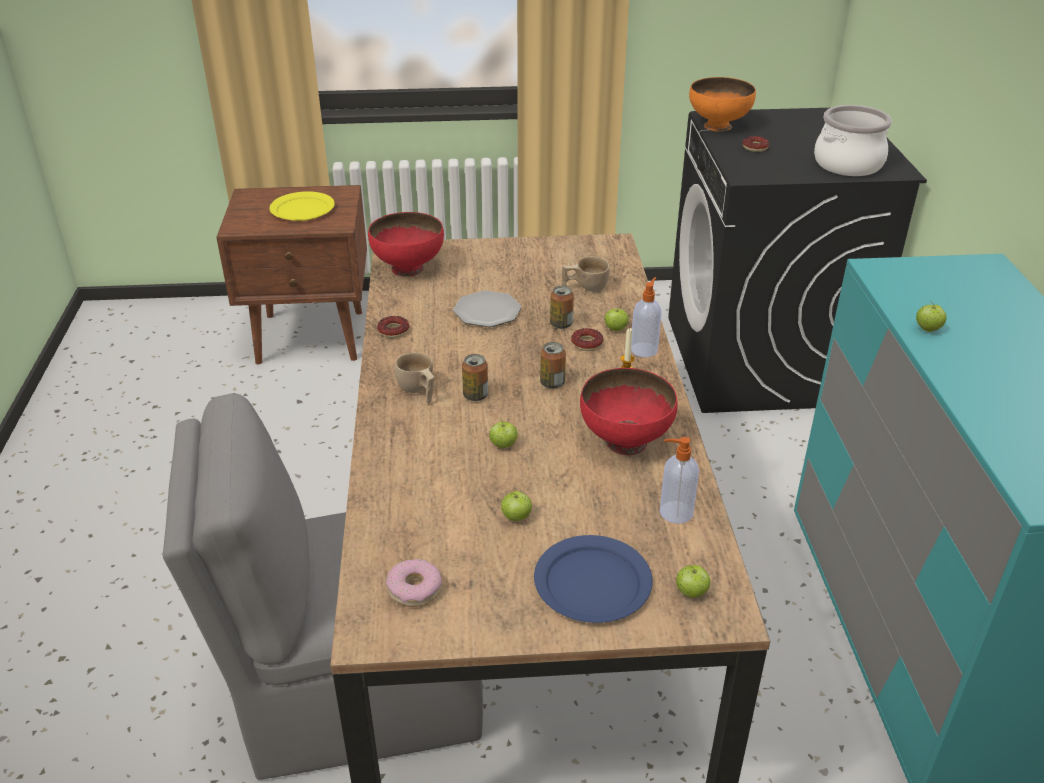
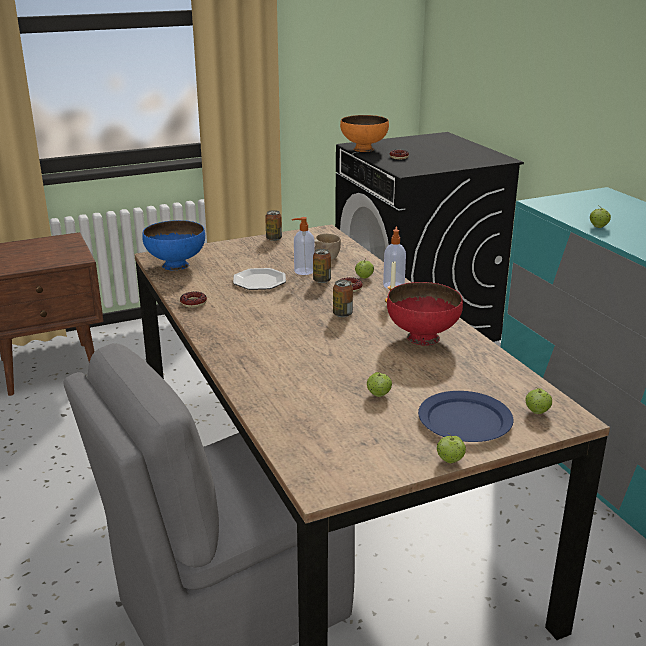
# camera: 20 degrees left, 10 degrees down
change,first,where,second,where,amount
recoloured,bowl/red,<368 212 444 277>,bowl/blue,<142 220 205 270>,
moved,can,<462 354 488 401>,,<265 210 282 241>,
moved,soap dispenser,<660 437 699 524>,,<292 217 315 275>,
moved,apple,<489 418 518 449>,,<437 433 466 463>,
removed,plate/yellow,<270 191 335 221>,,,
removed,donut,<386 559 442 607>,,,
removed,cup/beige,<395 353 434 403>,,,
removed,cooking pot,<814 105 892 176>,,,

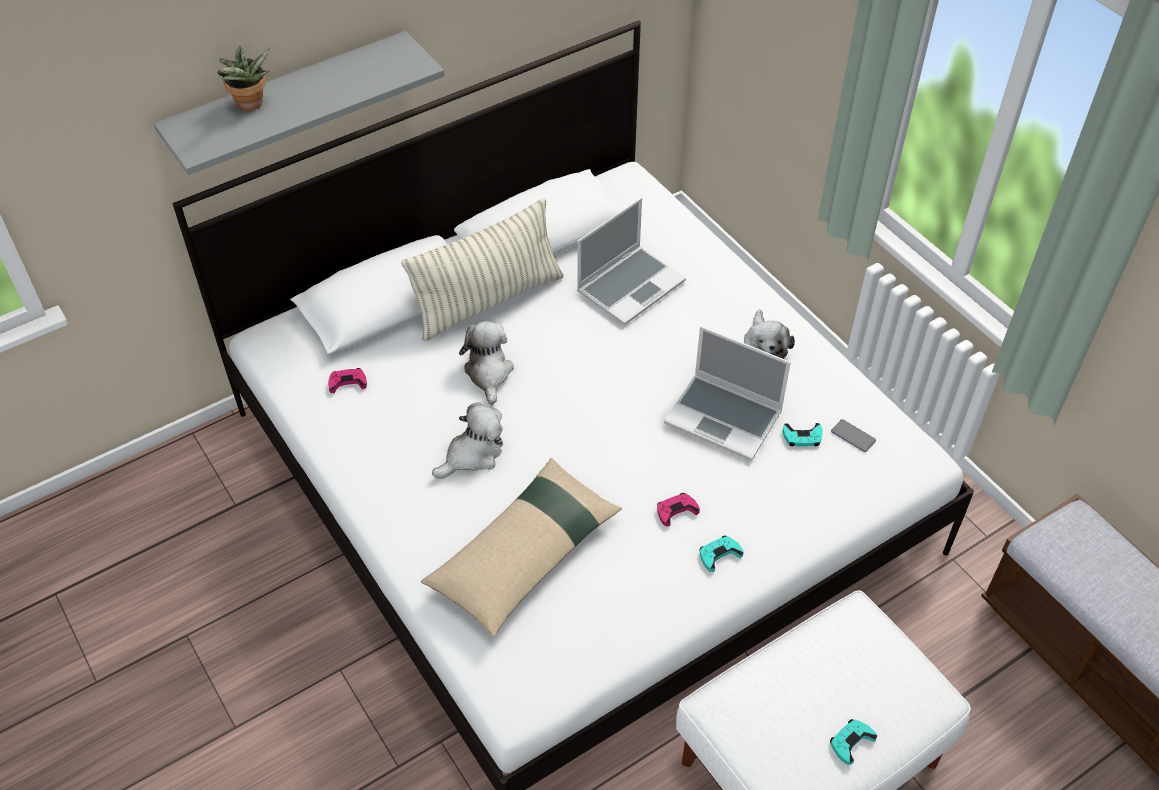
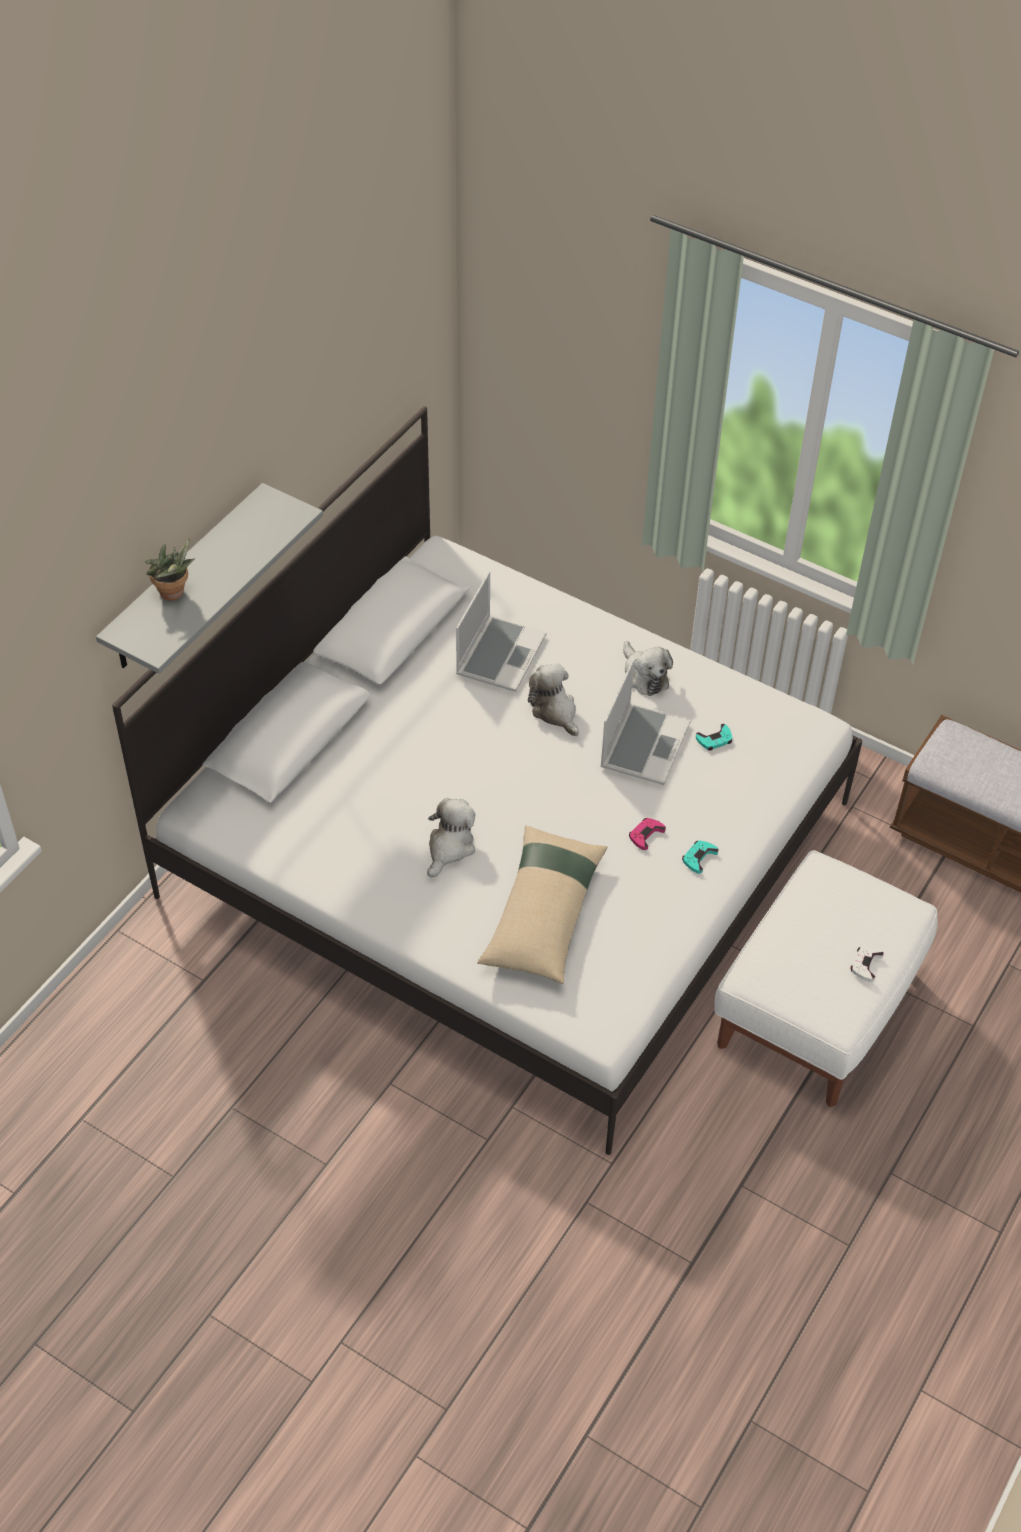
# camera: 25 degrees left, 0 degrees up
change,first,where,second,where,amount
moved,plush toy,<459 321 514 405>,,<528 663 579 736>,
turned,laptop,<664 326 791 461>,,<600 659 691 785>,75 degrees counterclockwise
recoloured,game controller/turquoise,<830 719 877 765>,game controller/white,<851 946 884 982>,
removed,game controller/pink,<328 368 367 393>,,,
removed,pillow,<401 198 564 341>,,,
removed,phone,<831 419 876 452>,,,

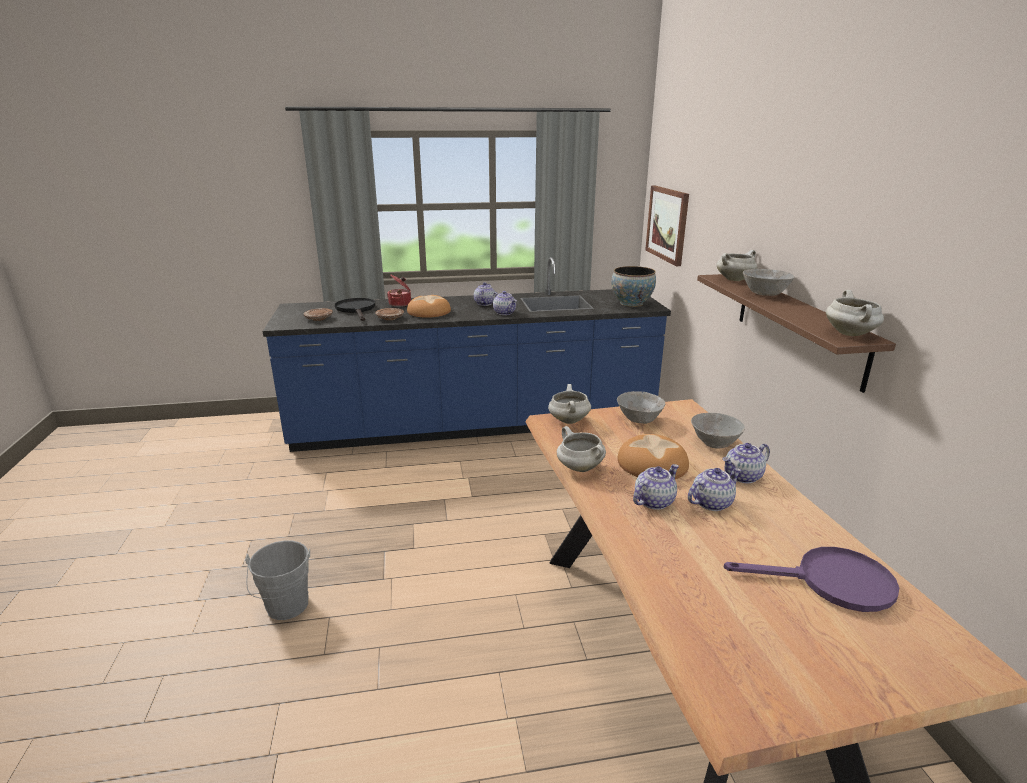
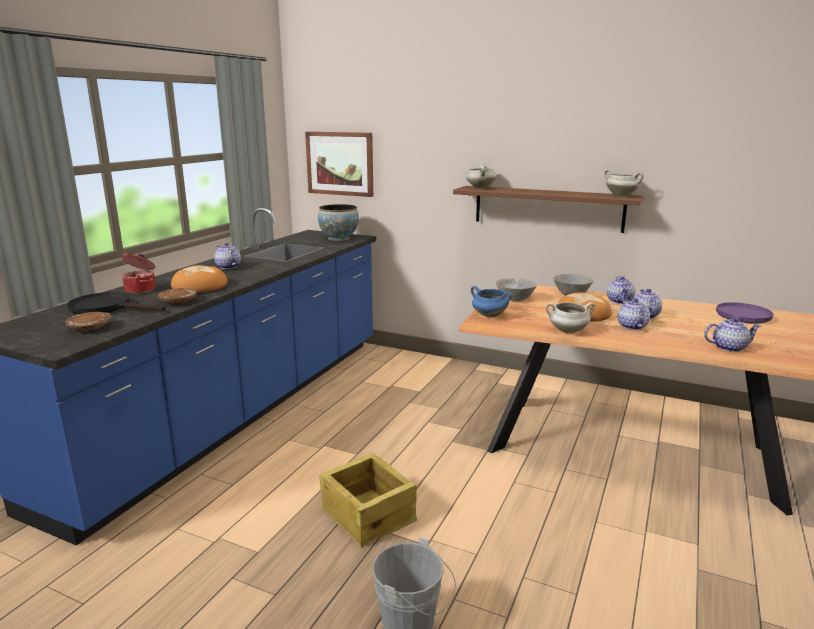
# camera: 55 degrees left, 5 degrees down
change,first,where,second,where,amount
added,,,crate,<320 453 417 547>,
recoloured,cooking pot/white,<548 384 591 424>,cooking pot/blue,<471 286 512 317>,
moved,teapot,<493 291 517 315>,,<704 317 761 352>,
removed,bowl/grey,<743 269 795 296>,,,

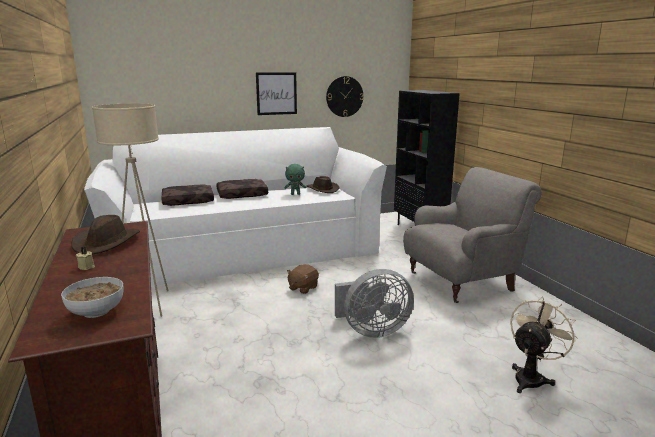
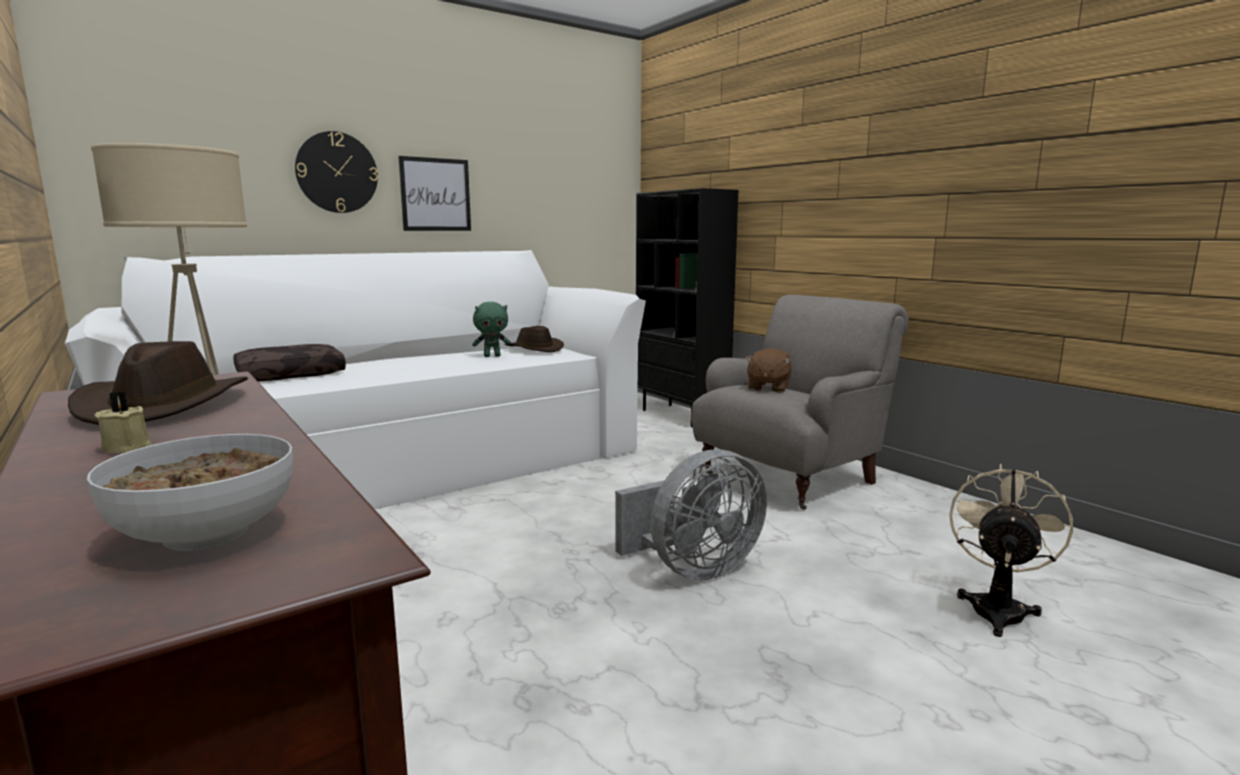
# camera: 15 degrees left, 5 degrees down
change,first,where,second,where,amount
moved,wall clock,<326 76 364 117>,,<295 131 378 213>,
moved,plush toy/brown,<287 264 319 294>,,<745 348 792 393>,
removed,pillow/brown,<216 179 268 199>,,,

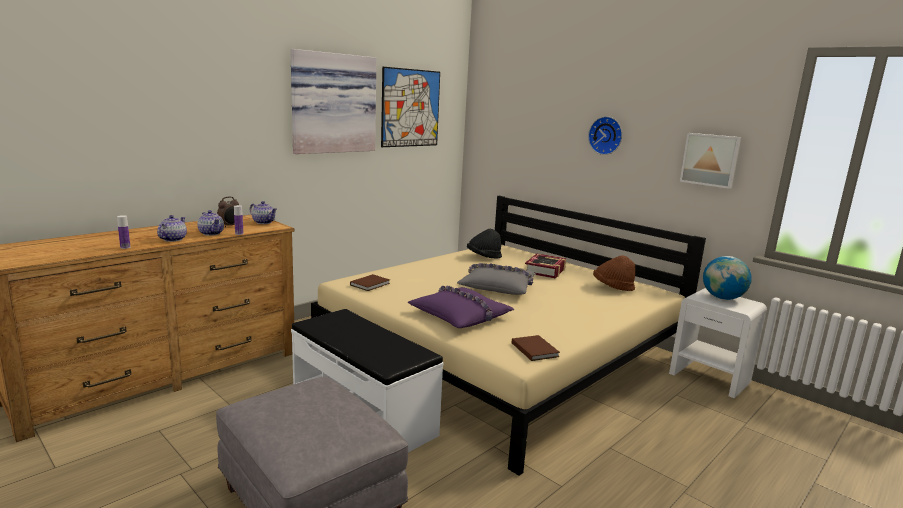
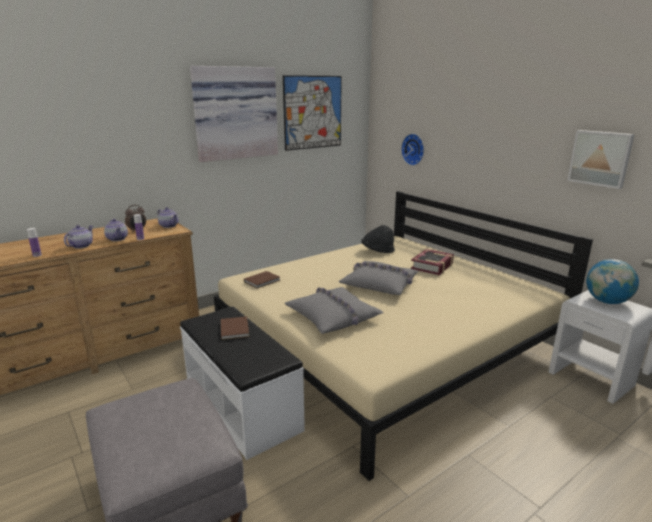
# camera: 10 degrees right, 5 degrees up
change,first,where,second,where,amount
moved,book/brown,<512 335 560 361>,,<221 316 249 340>,
recoloured,pillow/purple,<408 286 515 328>,pillow/grey,<285 287 384 334>,
moved,wall clock,<588 116 622 155>,,<401 134 424 166>,
removed,hat/brown,<593 255 635 291>,,,

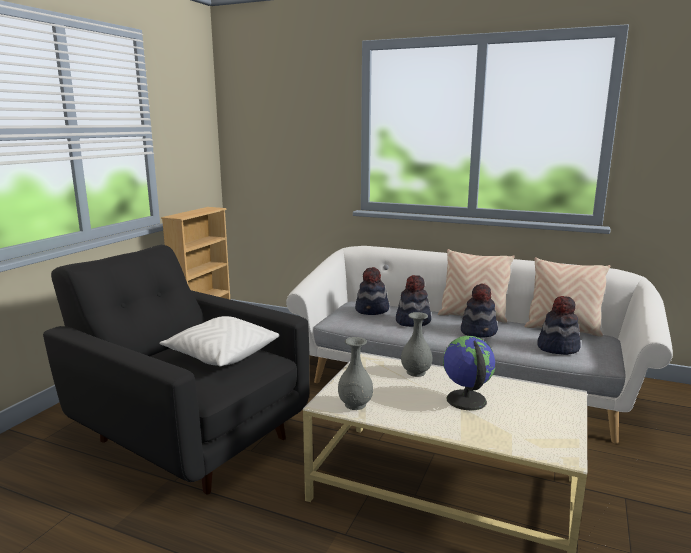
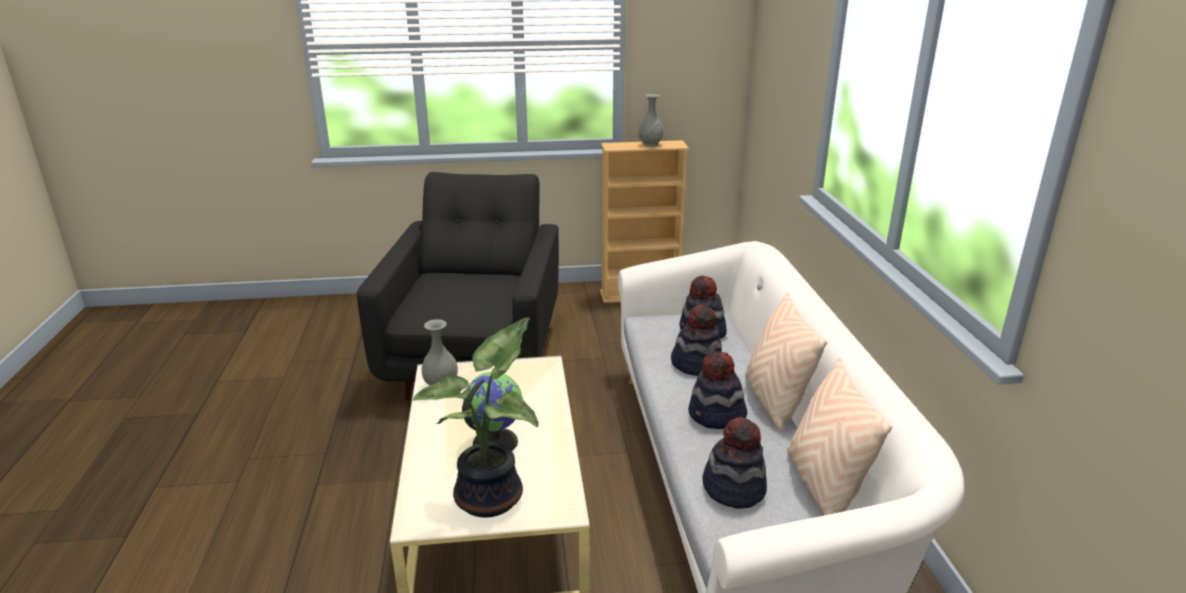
# camera: 60 degrees right, 10 degrees up
change,first,where,second,where,amount
added,,,potted plant,<413 317 538 518>,
moved,vase/grey,<401 312 432 377>,,<639 94 664 147>,
removed,pillow/white,<159 316 280 366>,,,

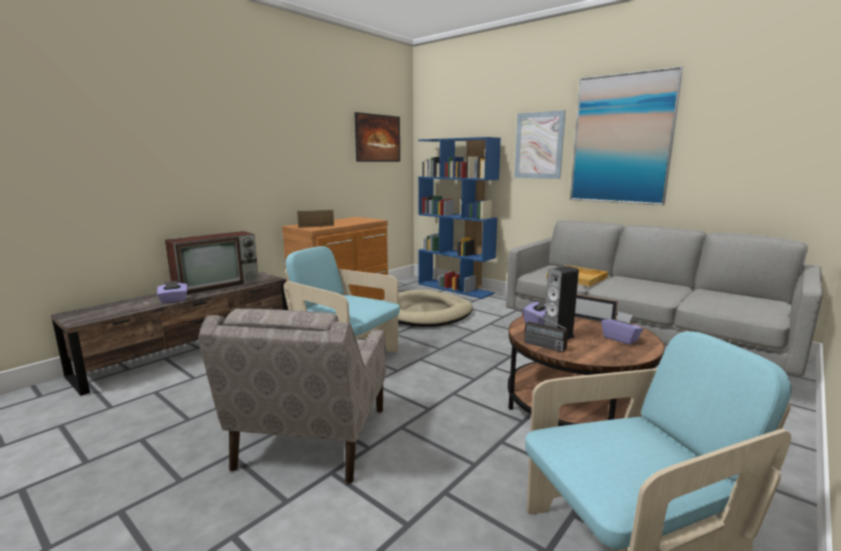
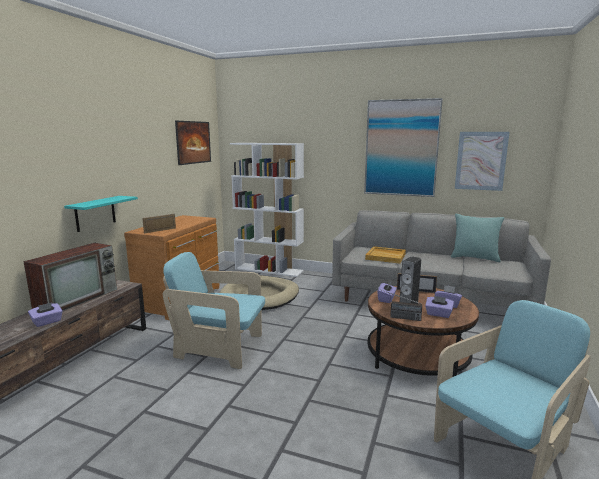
# camera: 20 degrees left, 0 degrees up
change,first,where,second,where,amount
added,,,shelf/turquoise,<64 196 138 232>,
recoloured,bookcase/blue,<418 137 501 299>,bookcase/white,<230 143 304 277>,
added,,,tissue box/purple,<425 296 454 318>,
added,,,pillow/turquoise,<451 214 504 262>,
moved,picture,<514 110 566 179>,,<455 132 510 191>,
removed,armchair/beige,<198 308 386 483>,,,

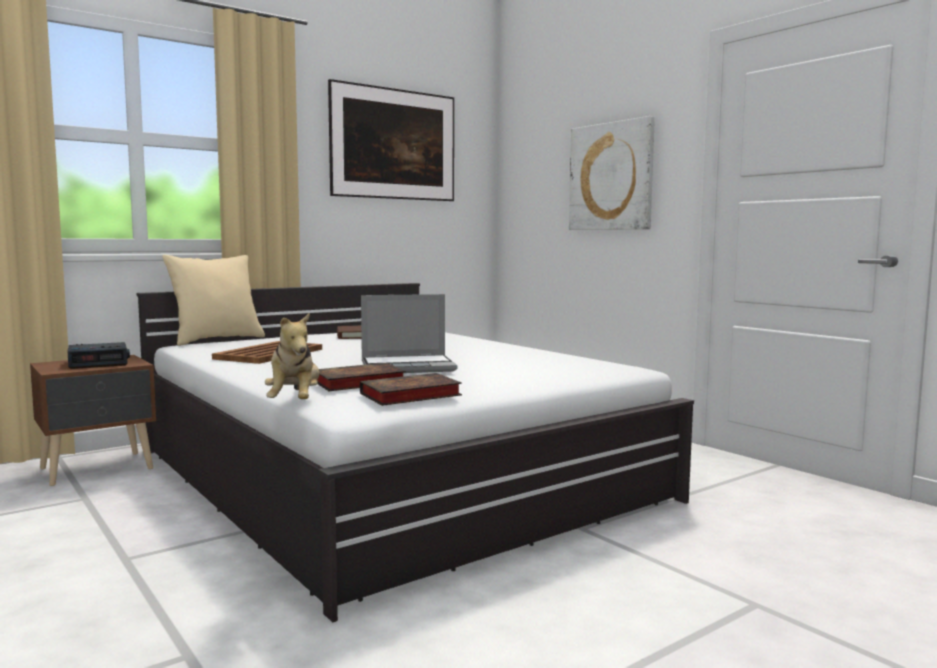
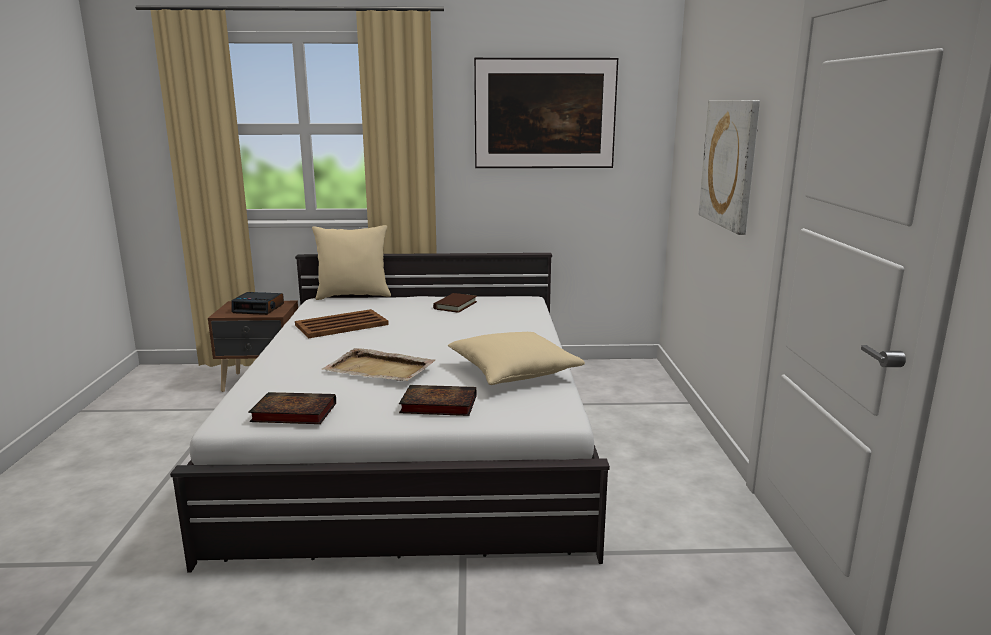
# camera: 35 degrees right, 10 degrees up
change,first,where,second,where,amount
replaced,laptop,<361 294 457 373>,tray/beige,<322 348 435 381>,
moved,book,<317 363 406 391>,,<399 385 476 416>,
added,,,pillow/beige,<448 332 585 385>,
removed,plush toy,<265 313 319 399>,,,

